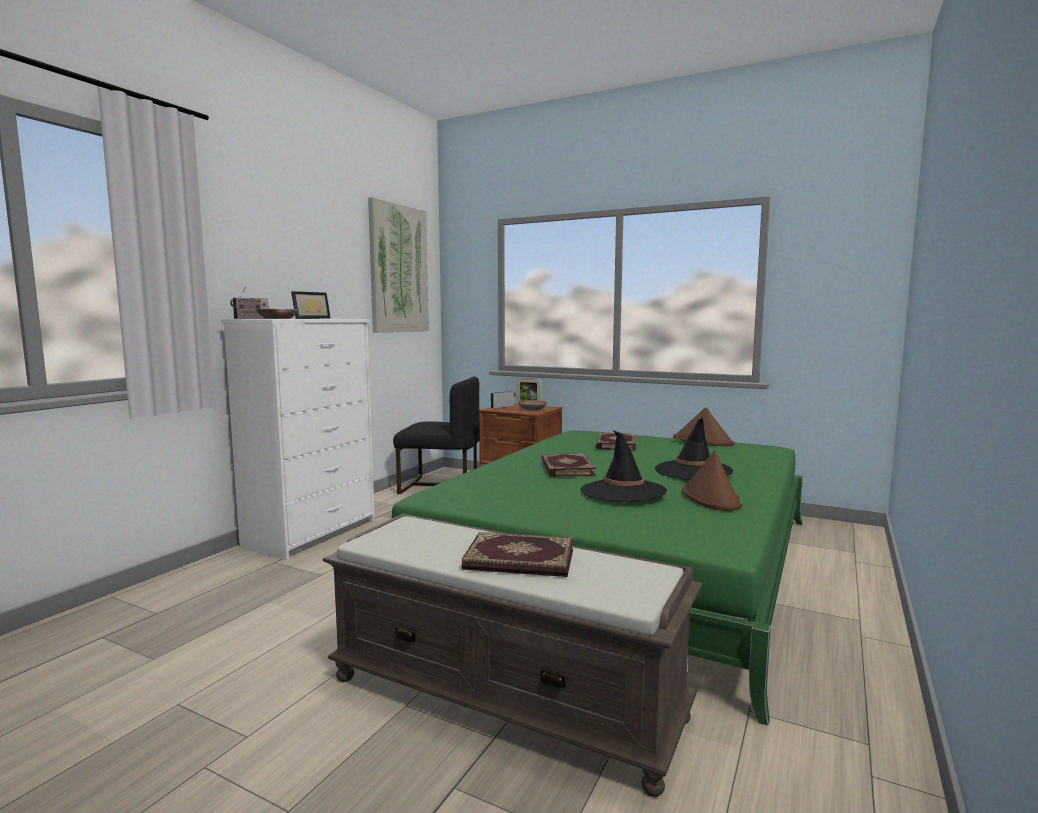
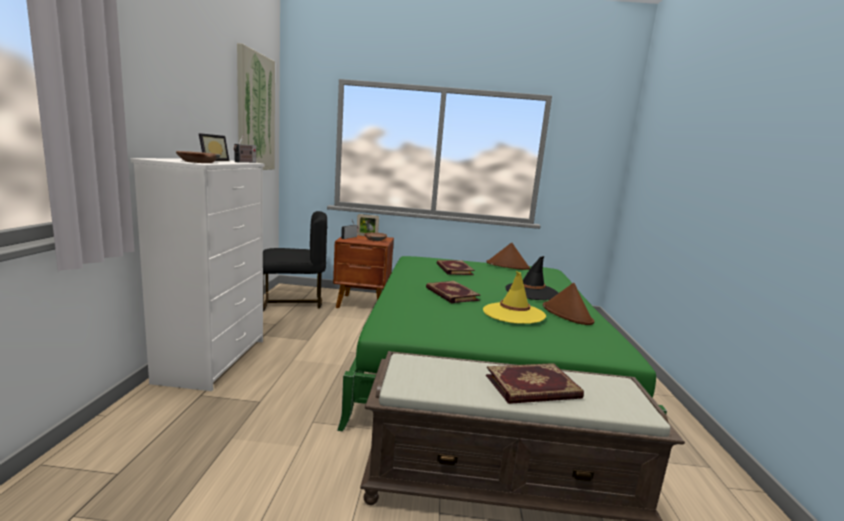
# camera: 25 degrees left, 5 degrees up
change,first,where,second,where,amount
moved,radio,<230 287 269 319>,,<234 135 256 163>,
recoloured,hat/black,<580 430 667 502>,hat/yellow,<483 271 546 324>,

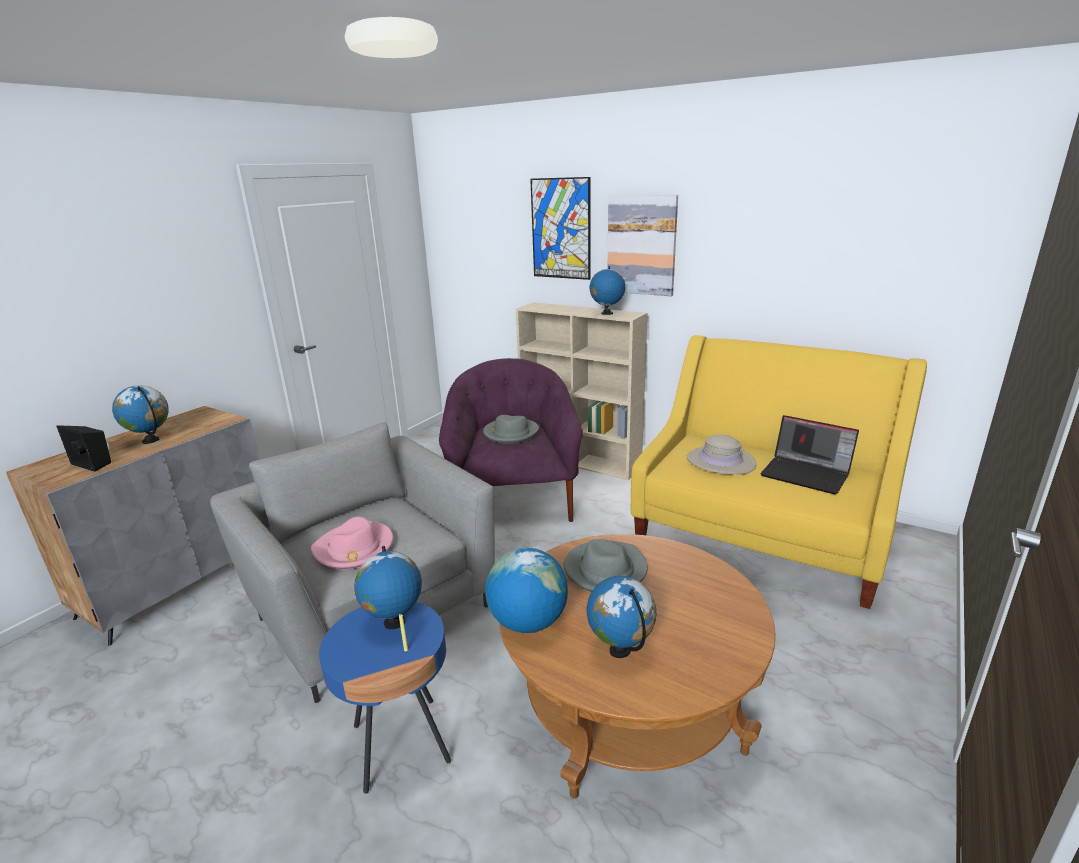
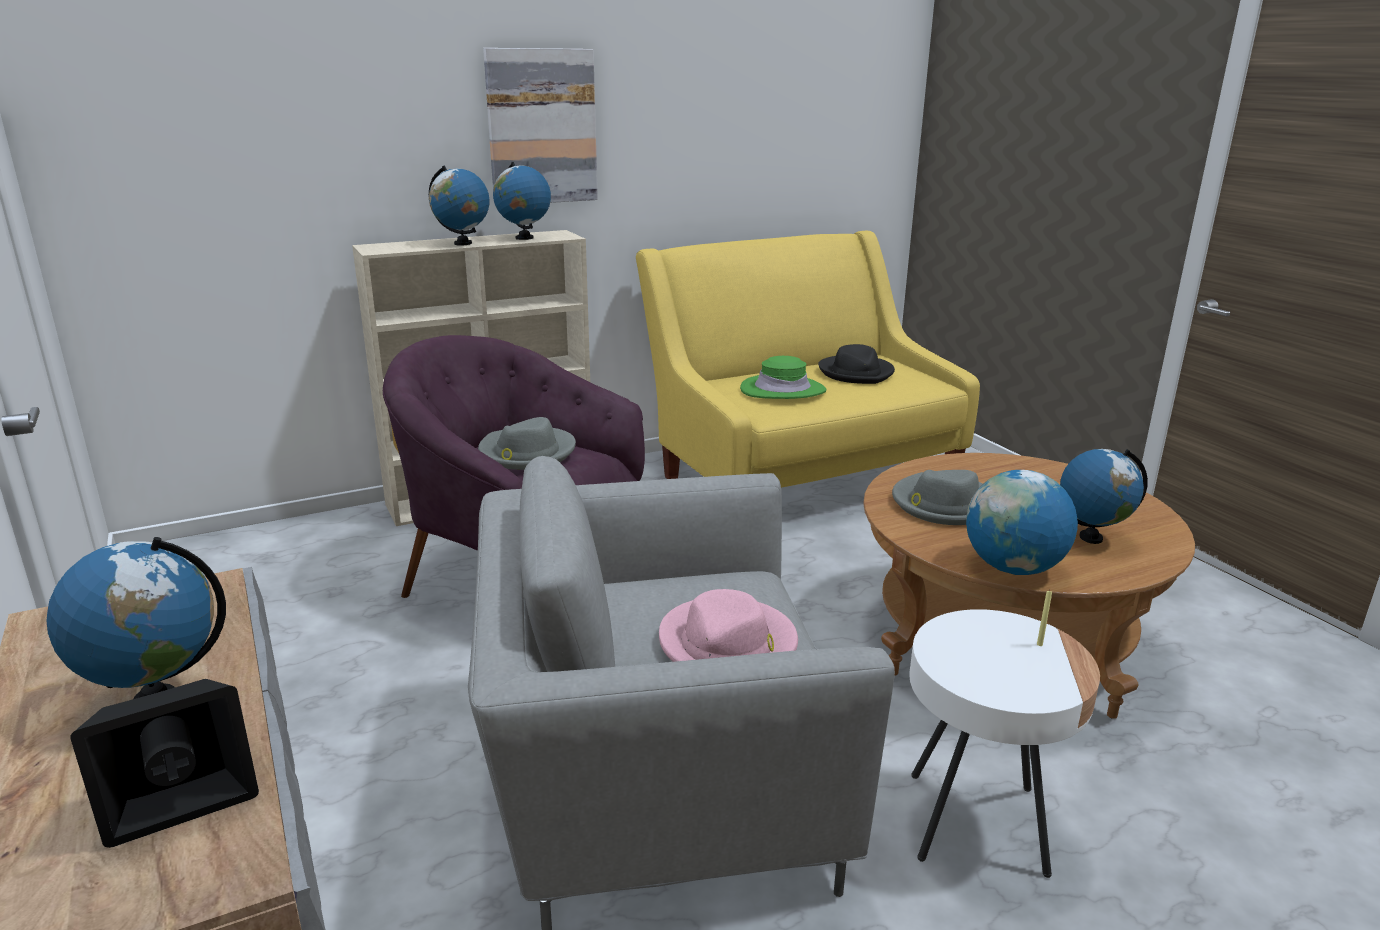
# camera: 60 degrees left, 0 degrees up
change,first,where,second,where,amount
moved,globe,<354 546 422 629>,,<429 165 490 246>,
recoloured,hat/beige,<687 434 756 475>,hat/green,<740 356 827 399>,
replaced,laptop,<760 415 859 494>,hat/black,<818 344 895 384>,
recoloured,side table/blue,<319 601 451 794>,side table/white,<909 609 1100 878>,
removed,picture,<530 177 591 280>,,,

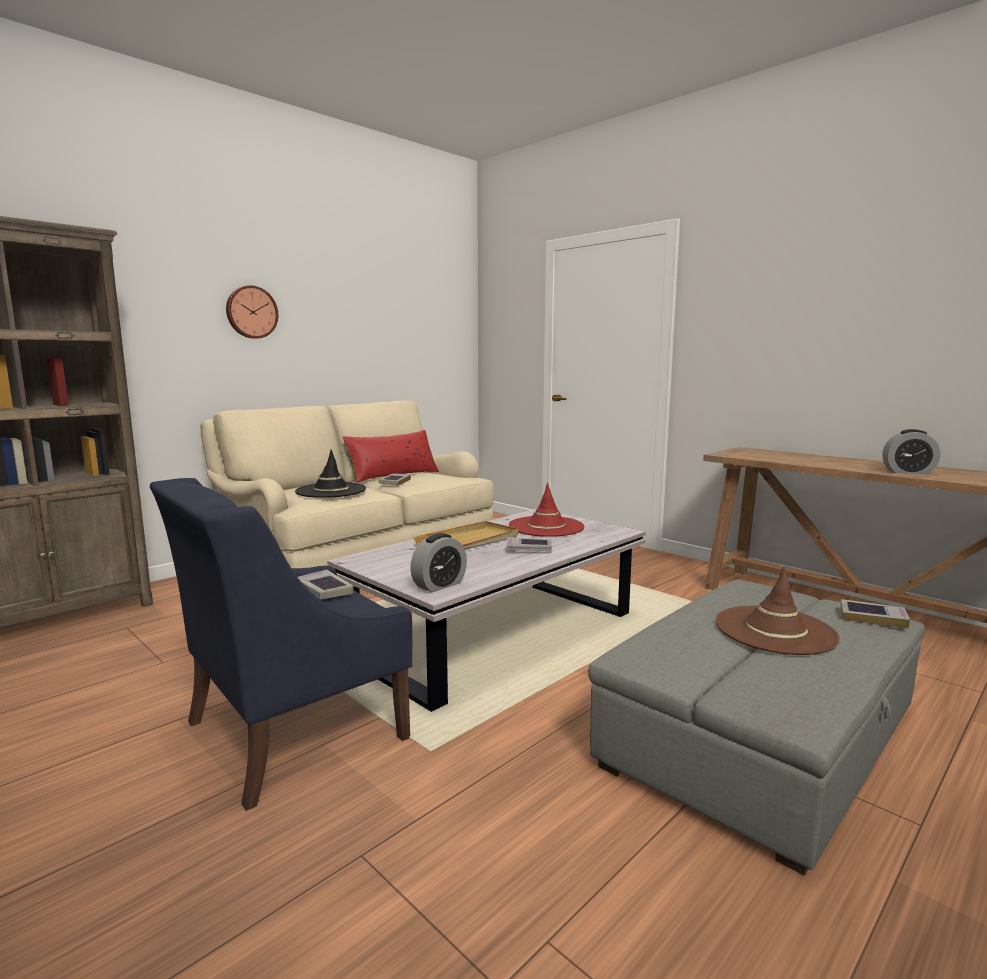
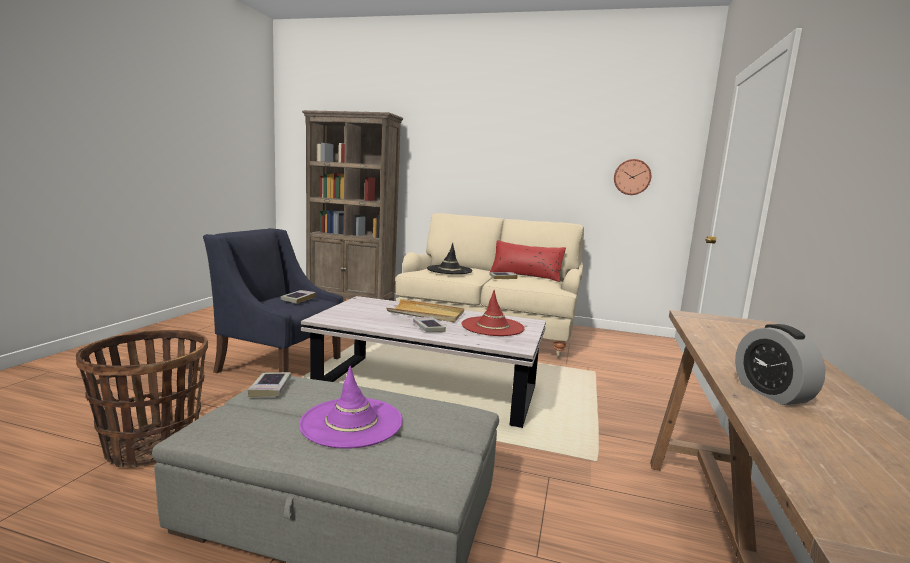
# camera: 60 degrees right, 0 degrees up
change,first,where,second,where,amount
added,,,basket,<76 330 208 467>,
moved,book,<841 599 910 629>,,<248 372 291 397>,
recoloured,hat/brown,<716 566 840 655>,hat/purple,<299 366 403 449>,
moved,wall clock,<226 285 278 339>,,<614 159 651 195>,
removed,alarm clock,<410 533 467 593>,,,

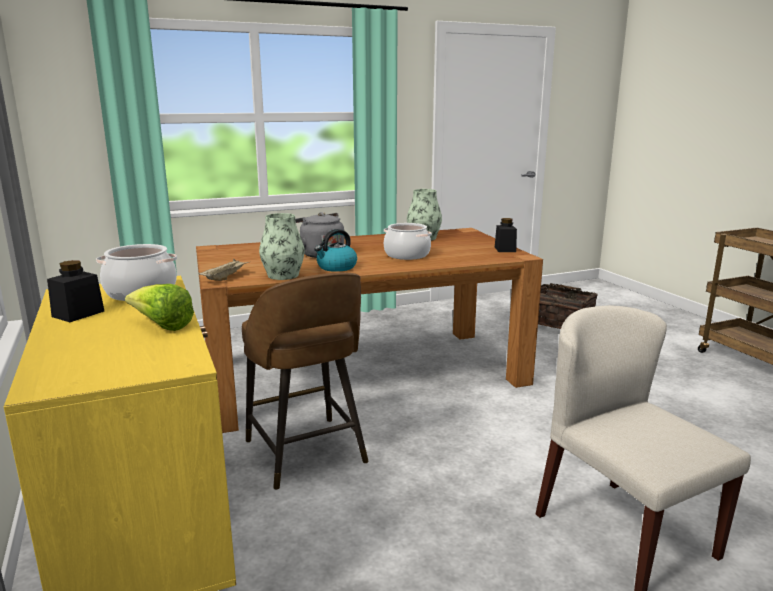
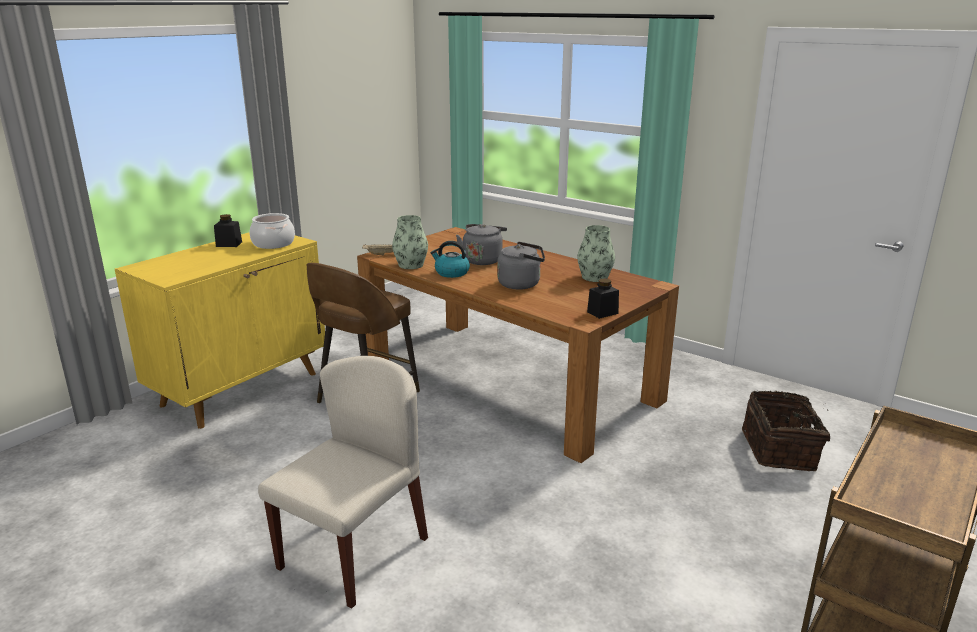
# camera: 60 degrees right, 5 degrees up
change,first,where,second,where,amount
replaced,cooking pot,<384 223 432 260>,kettle/grey,<497 242 545 290>,
removed,lettuce,<125 284 194 331>,,,

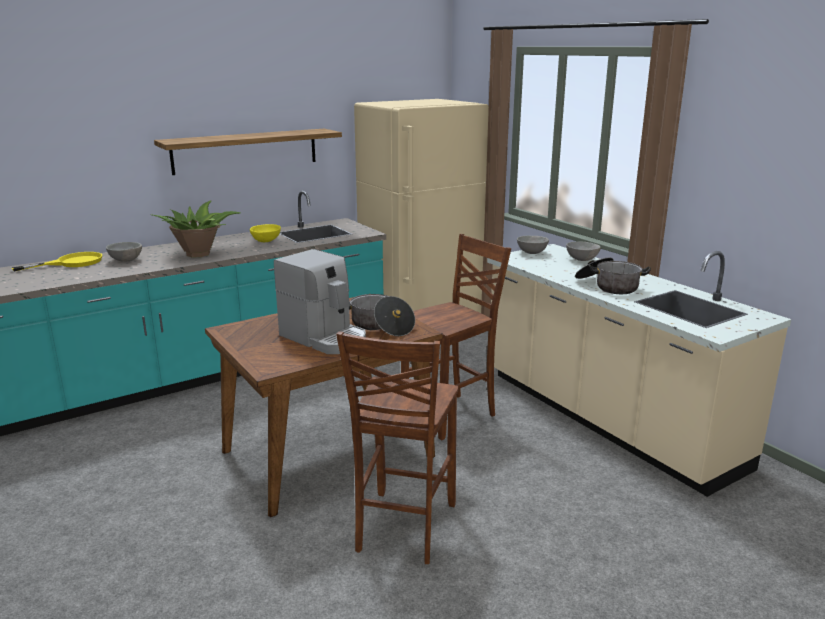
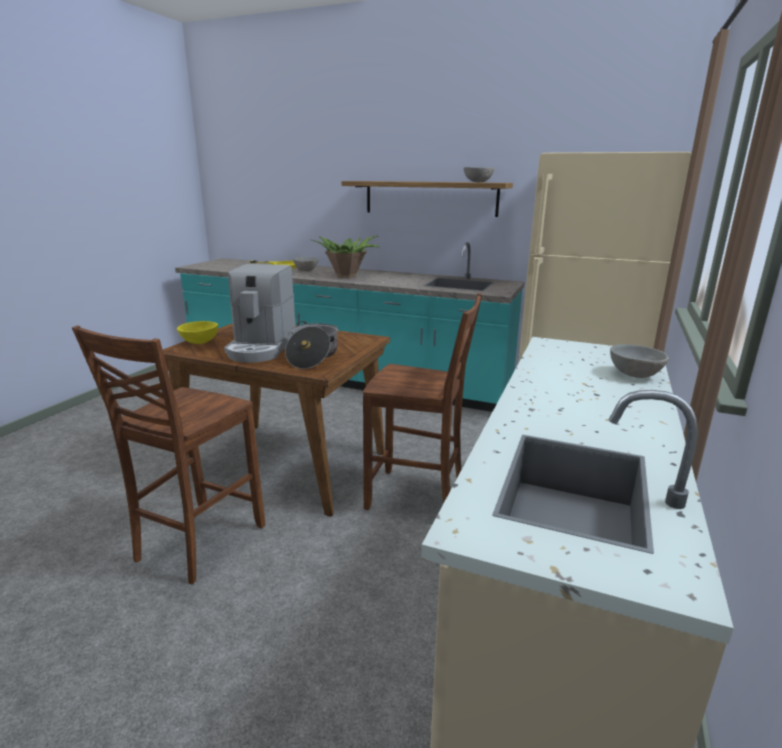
# camera: 55 degrees right, 0 degrees up
change,first,where,second,where,amount
turned,chair/brown,<336 331 459 564>,,<72 325 265 584>,45 degrees counterclockwise
moved,bowl/yellow,<250 224 281 242>,,<177 321 218 344>,
moved,bowl/grey,<517 236 549 254>,,<464 167 494 182>,
removed,cooking pot,<575 258 651 294>,,,

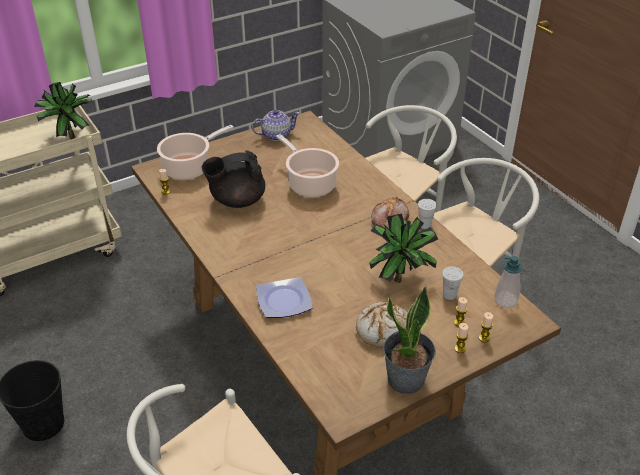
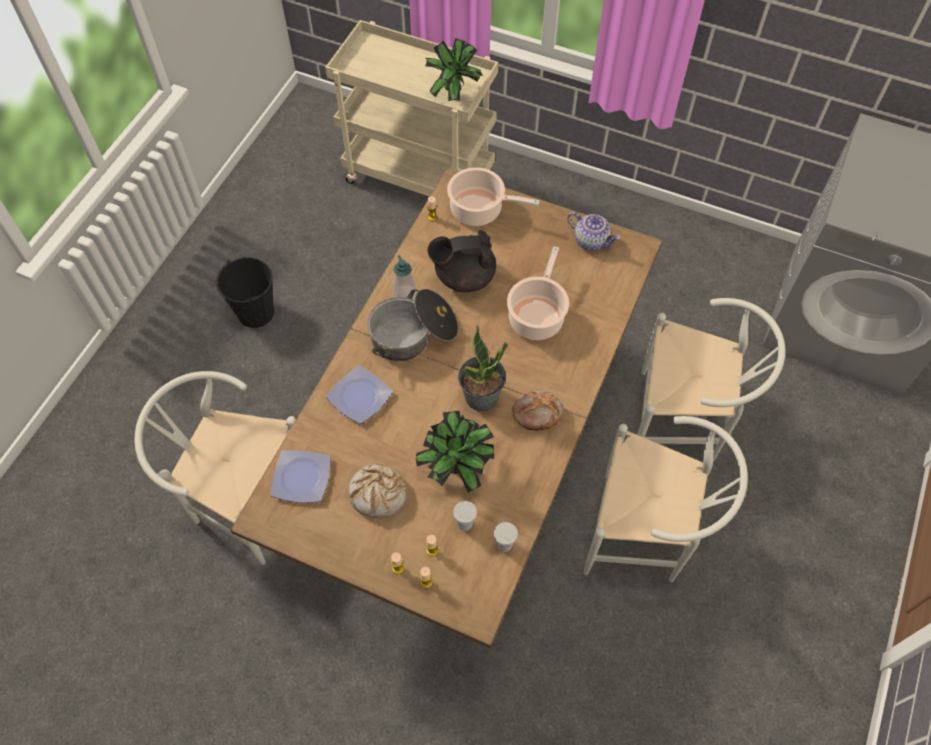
# camera: 55 degrees right, 20 degrees up
change,first,where,second,where,amount
added,,,plate,<271 450 331 503>,
added,,,cooking pot,<368 289 458 361>,
moved,soap dispenser,<494 256 522 307>,,<393 255 416 299>,
turned,teapot/black,<202 150 265 208>,,<427 230 496 292>,45 degrees counterclockwise
moved,potted plant,<383 286 436 394>,,<458 325 509 411>,
moved,cup/white,<418 199 437 229>,,<494 522 518 552>,

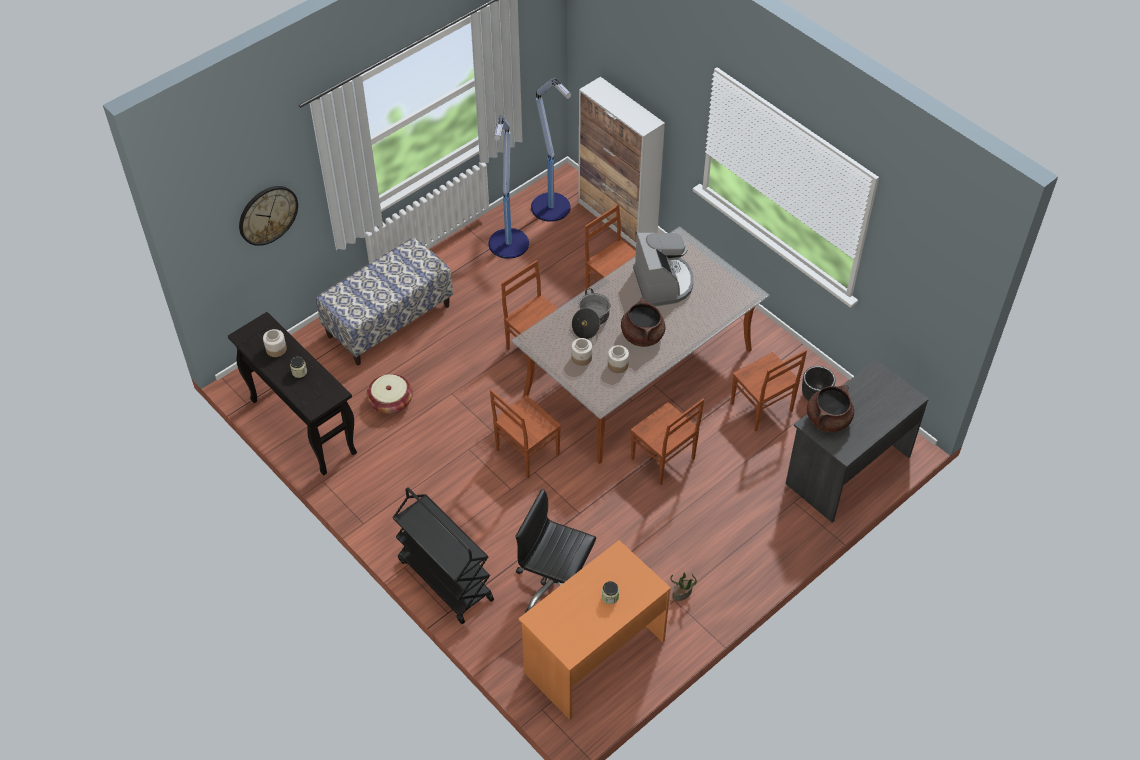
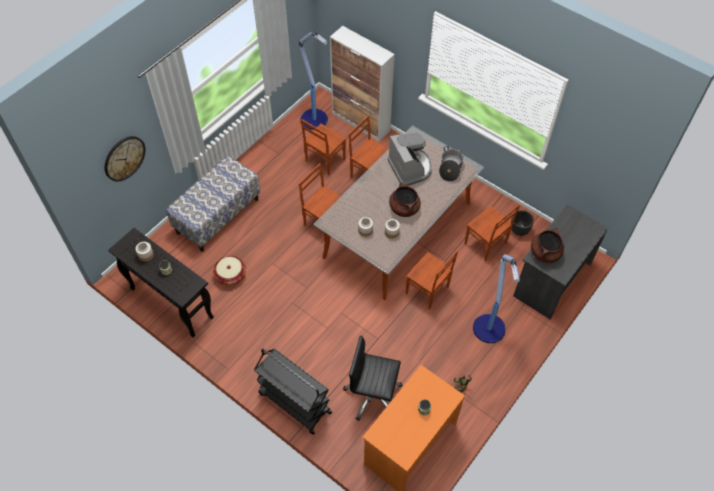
# camera: 10 degrees left, 5 degrees up
change,first,where,second,where,amount
moved,chair/brown,<490 389 561 478>,,<301 119 346 175>,
moved,cooking pot,<572 288 610 339>,,<439 146 464 182>,
moved,floor lamp,<489 115 529 259>,,<473 254 520 343>,

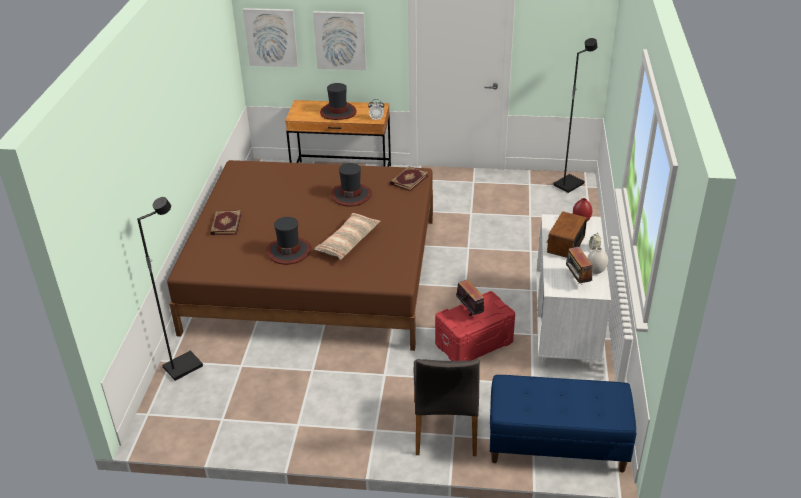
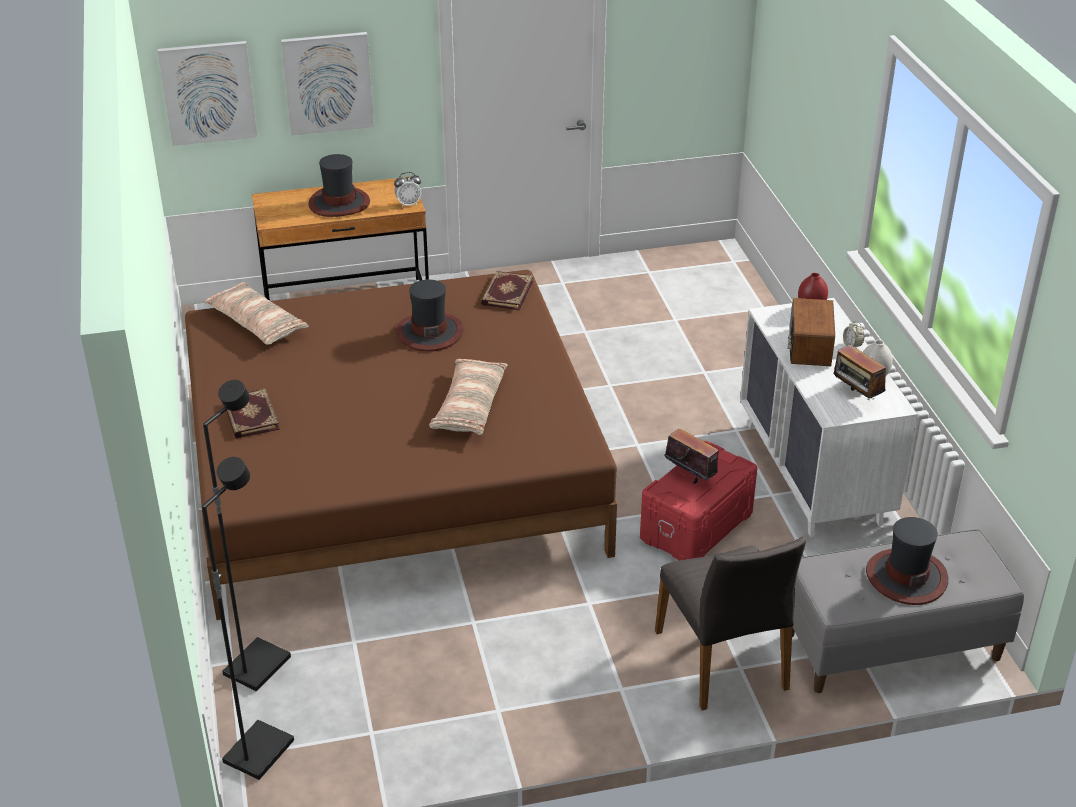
# camera: 20 degrees left, 0 degrees up
change,first,where,second,where,amount
moved,floor lamp/black,<553 38 598 193>,,<201 457 294 780>,
added,,,pillow,<204 282 308 345>,
recoloured,bench/blue,<490 375 636 473>,bench/grey,<792 529 1024 693>,
moved,hat,<266 217 311 265>,,<866 517 948 605>,

